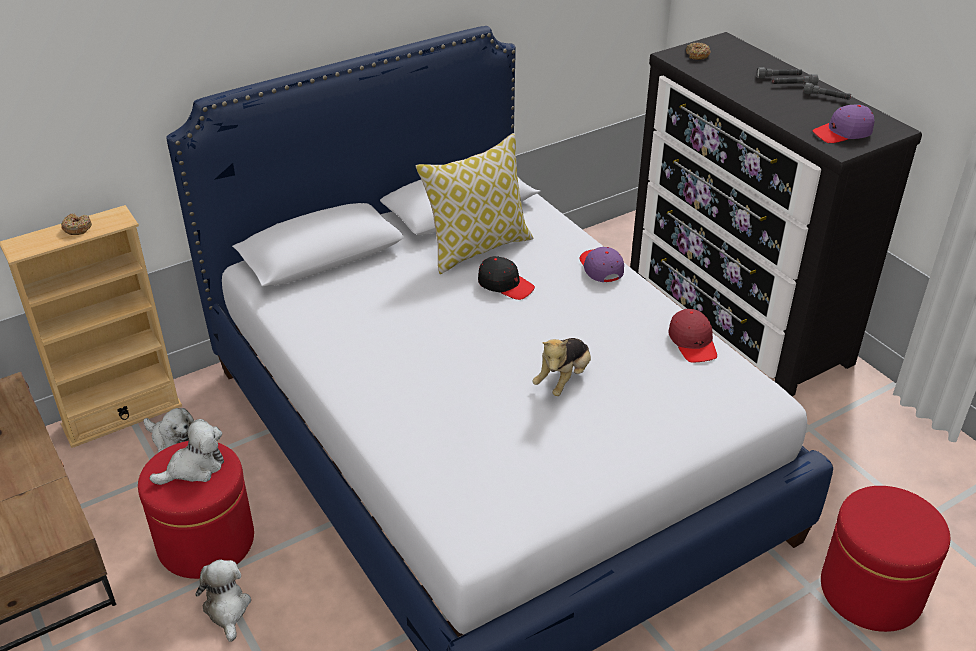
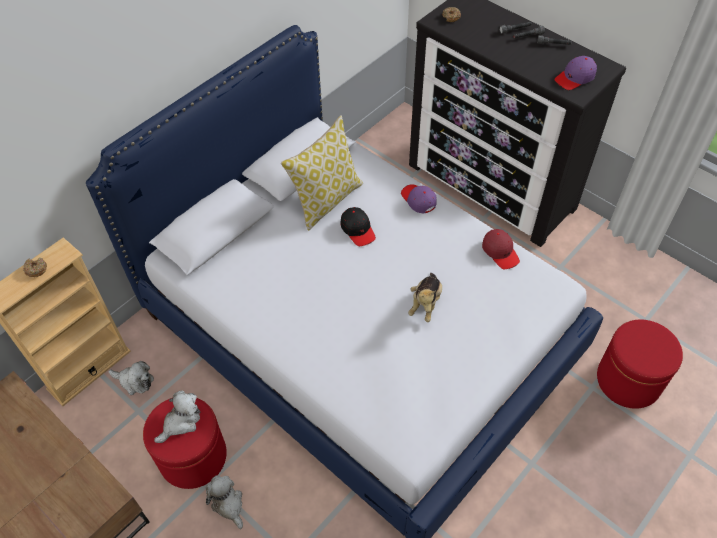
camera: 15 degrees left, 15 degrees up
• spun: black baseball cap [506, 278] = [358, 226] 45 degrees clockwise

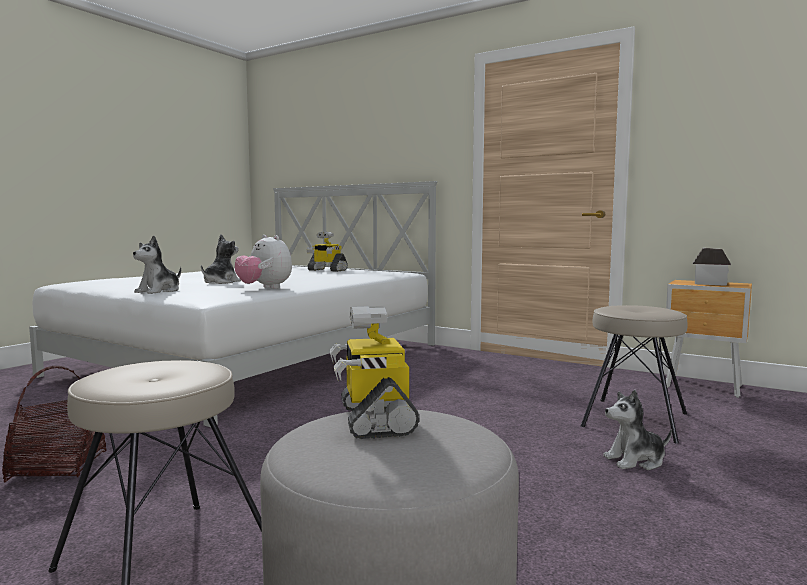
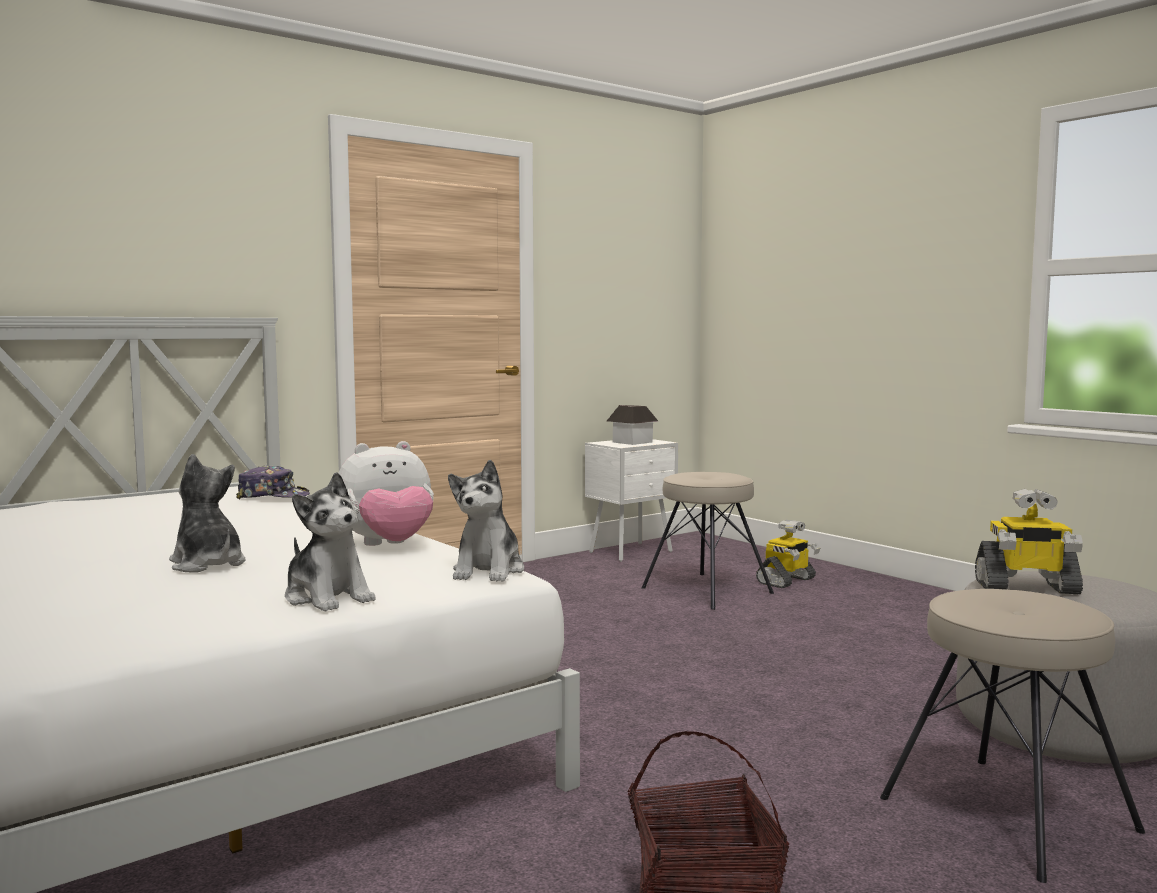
camera: 70 degrees left, 0 degrees up
• appeared: baseball cap [273, 482]
• relocated: soft toy [637, 430] to [486, 521]
• colour: brown nightstand [709, 339] to white nightstand [631, 500]
• relocated: model robot [327, 252] to [788, 554]

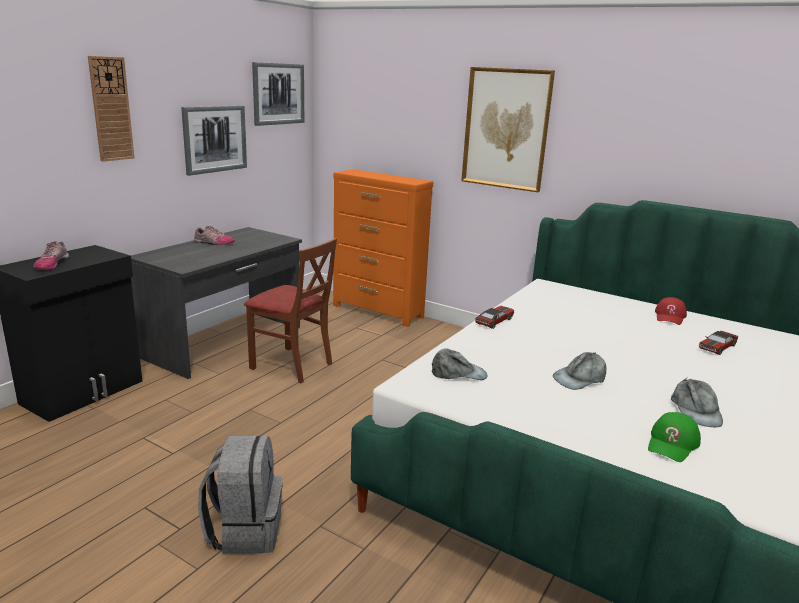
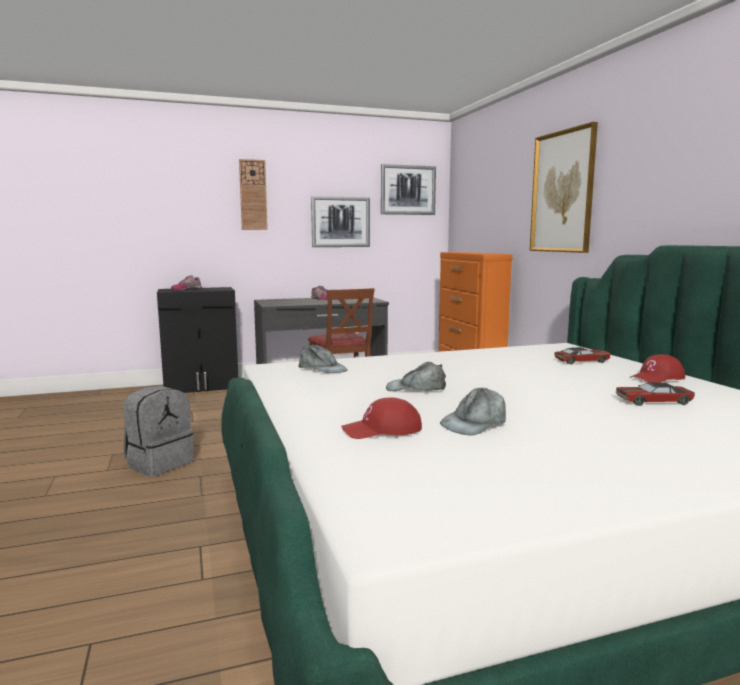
camera: 40 degrees right, 10 degrees down
• colour: green baseball cap [674, 437] to red baseball cap [381, 418]
• relocated: miniature car [494, 317] to [582, 356]

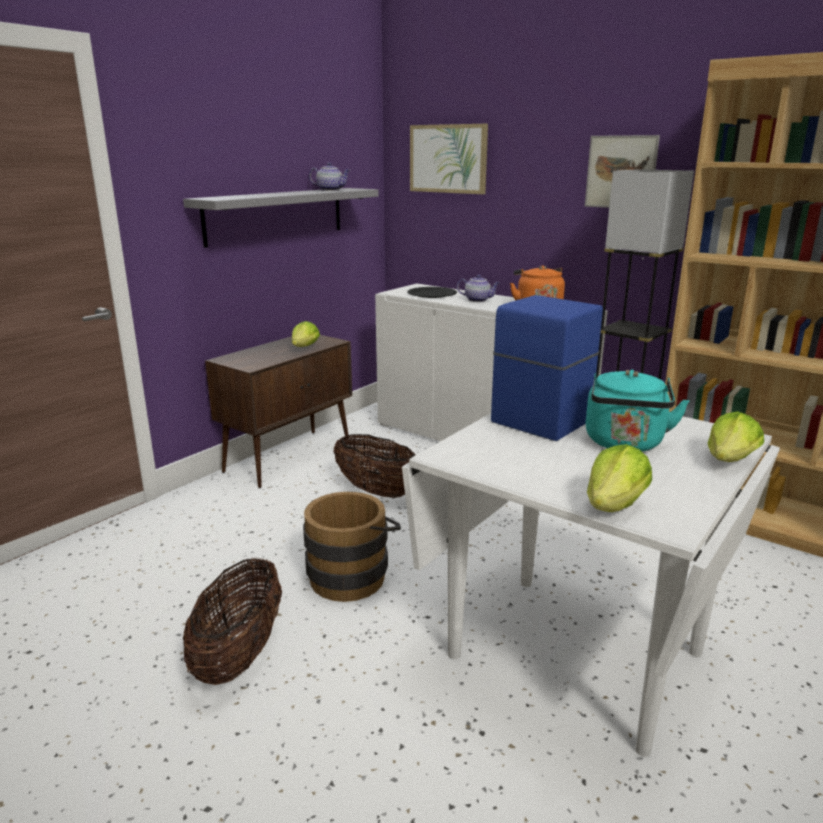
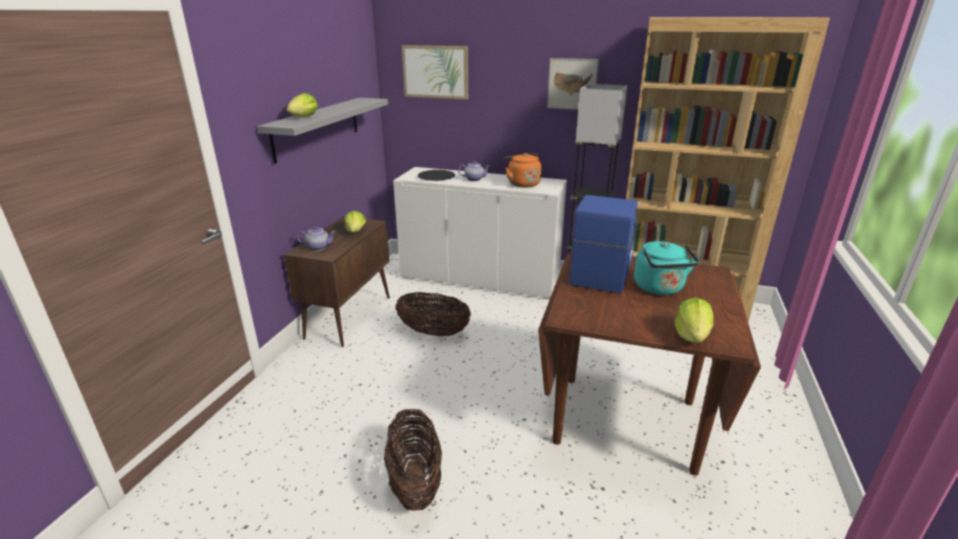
camera: 20 degrees left, 5 degrees up
• relocated: head of lettuce [736, 437] to [302, 105]
• relocated: pot for tea [329, 176] to [316, 238]
• colour: white kitchen table [591, 585] to brown kitchen table [649, 364]
• missing: brown water bucket [352, 547]

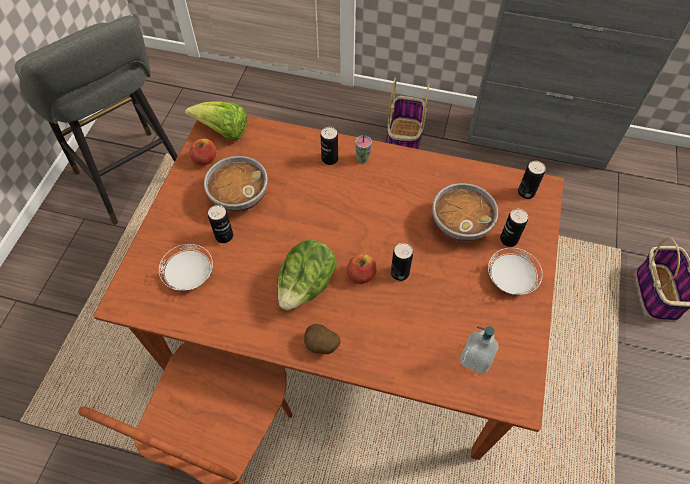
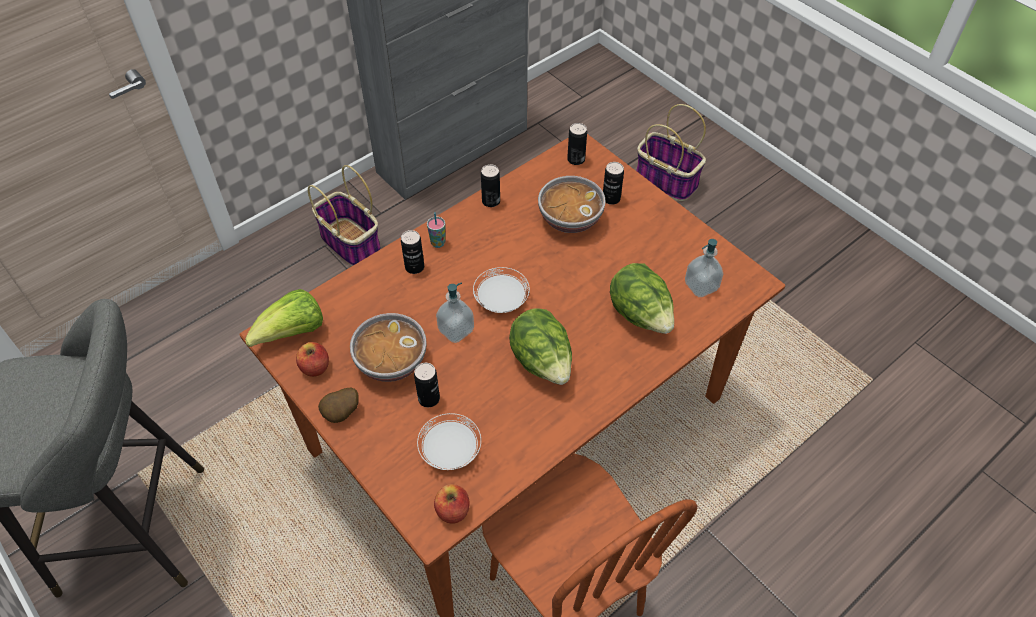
camera: 55 degrees left, 5 degrees down
• relocated: potato [322, 339] to [338, 405]
• relocated: apple fruit [362, 269] to [452, 504]
• appeared: soap dispenser [455, 313]
• relocated: white dinner plate [515, 271] to [501, 290]
• relocated: metal can [402, 262] to [490, 185]
• appeared: head of lettuce [642, 298]

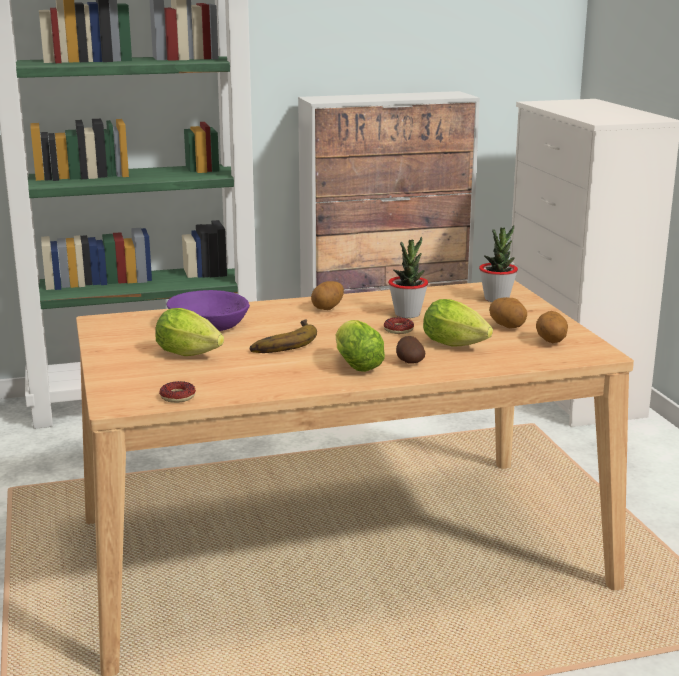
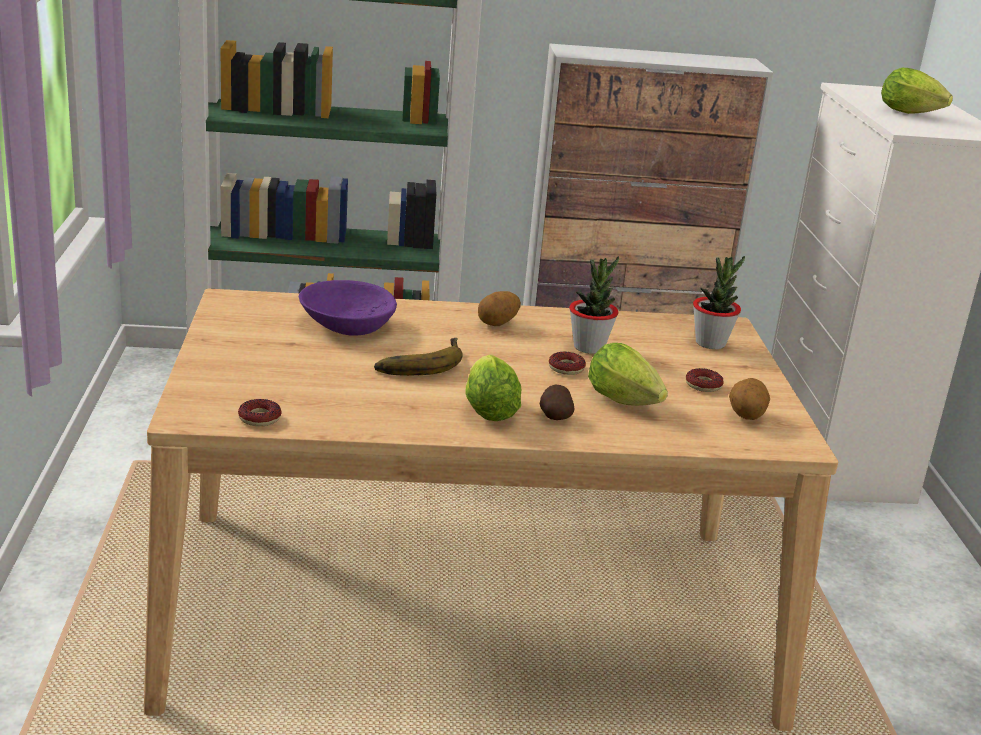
camera: 10 degrees right, 5 degrees up
• exchanged: potato [508, 312] to ring doughnut [705, 380]
• relocated: head of lettuce [190, 332] to [917, 91]

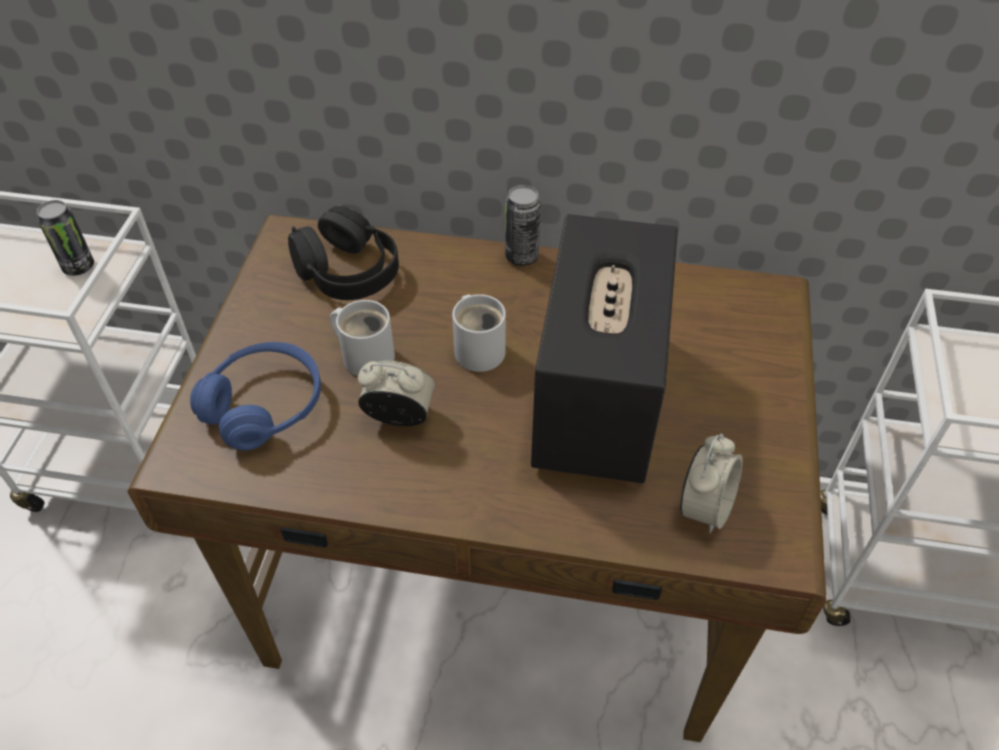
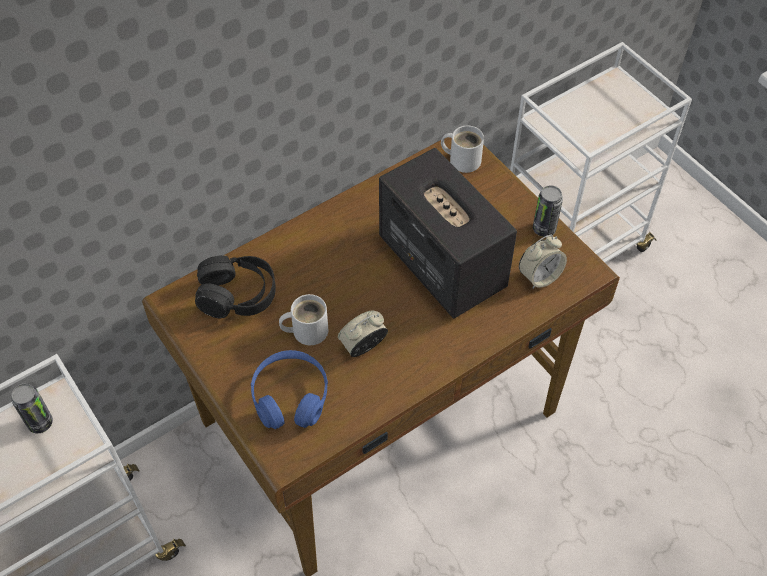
camera: 45 degrees left, 5 degrees up
• relocated: white tea mug [479, 333] to [462, 149]
• spun: table clock [711, 483] = [543, 262] 75 degrees clockwise
• relocated: metal can [523, 225] to [548, 211]

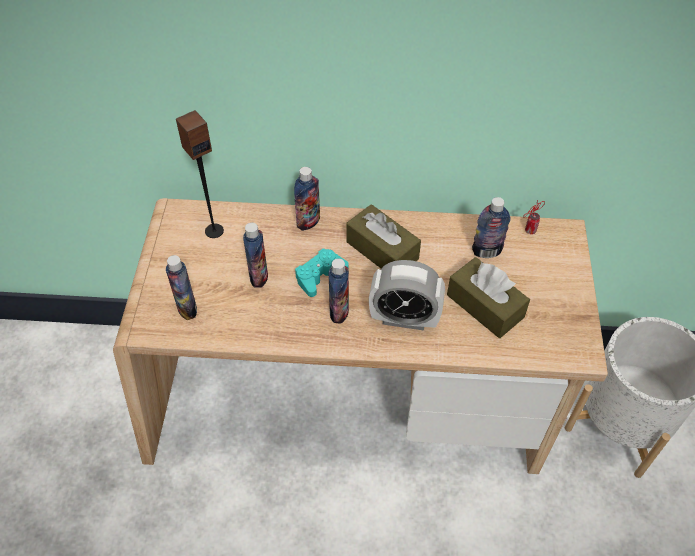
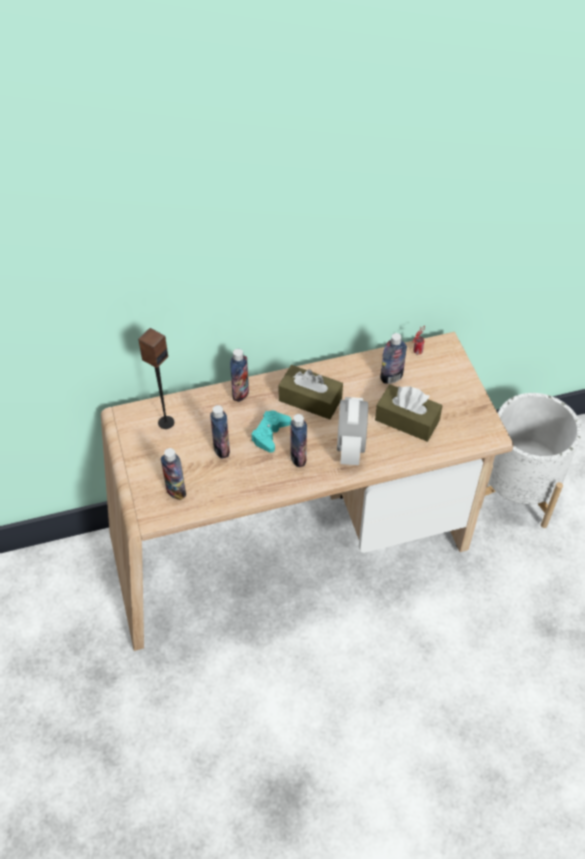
camera: 20 degrees left, 0 degrees up
• spun: table clock [407, 295] = [352, 431] 105 degrees clockwise

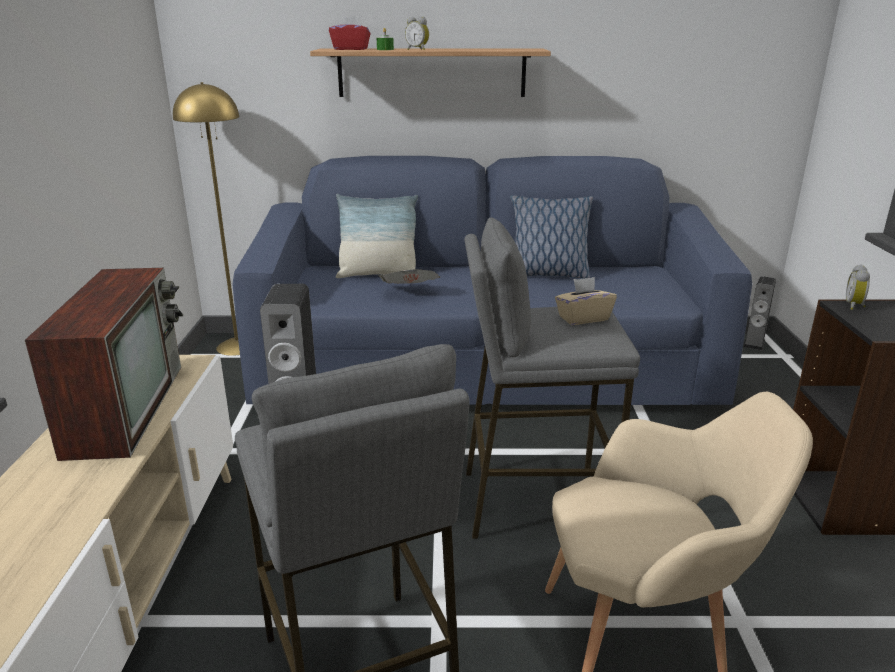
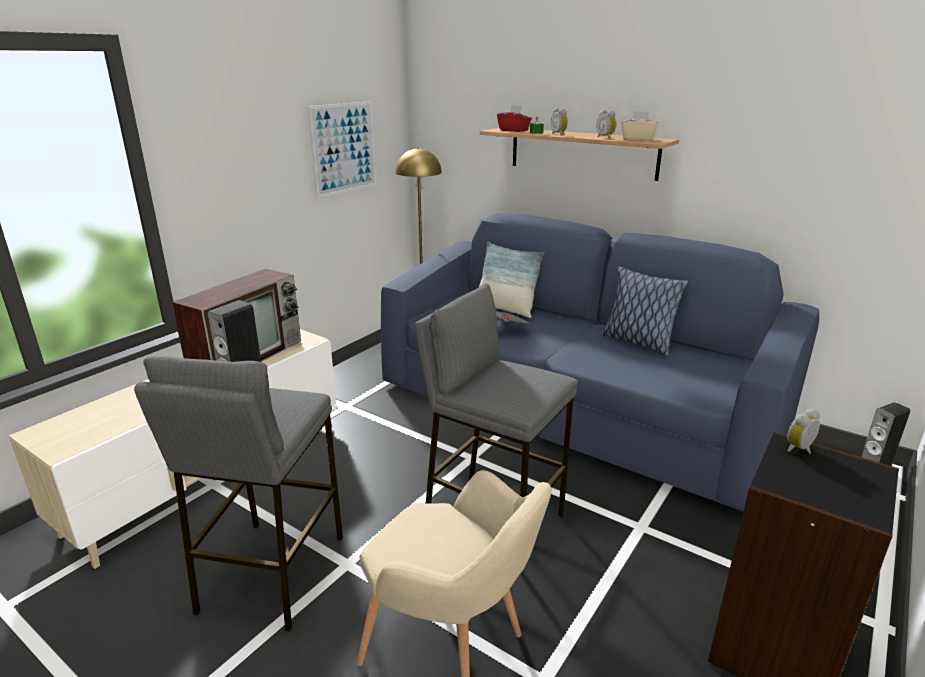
camera: 35 degrees right, 0 degrees up
• appeared: picture [342, 149]
• appeared: table clock [606, 124]
• relocated: beige-coloured box of tissues [586, 301] to [640, 126]

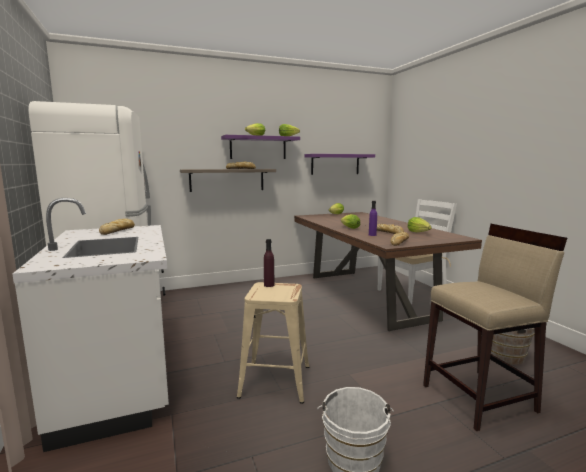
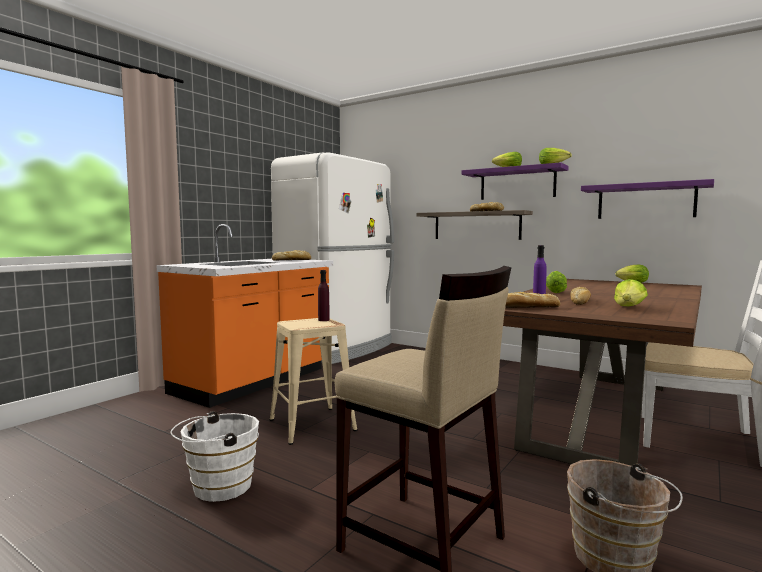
camera: 55 degrees right, 5 degrees down
• colour: white counter [90, 325] to orange-coloured counter [244, 316]

